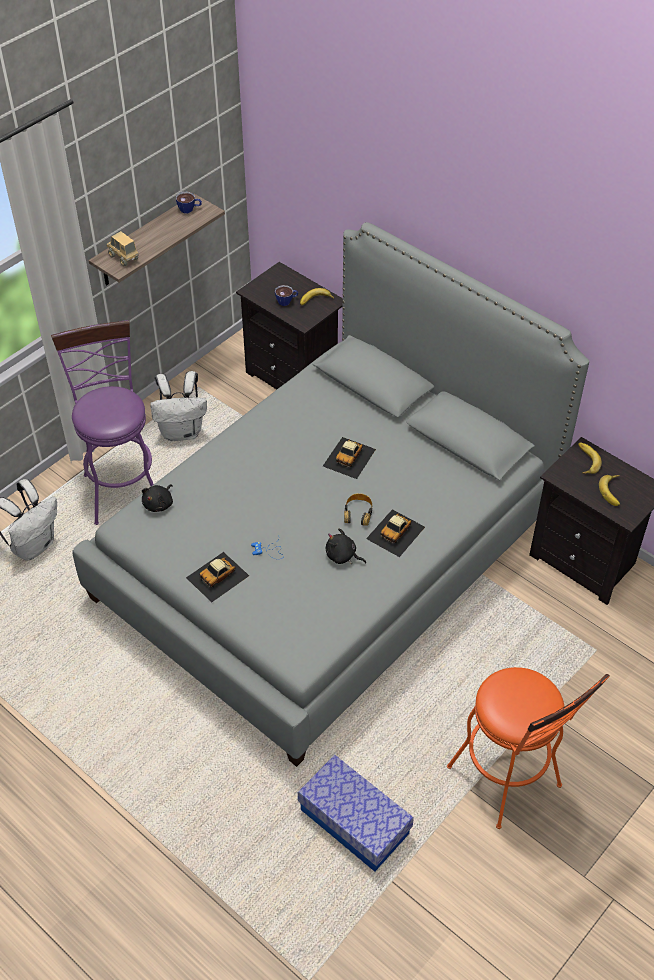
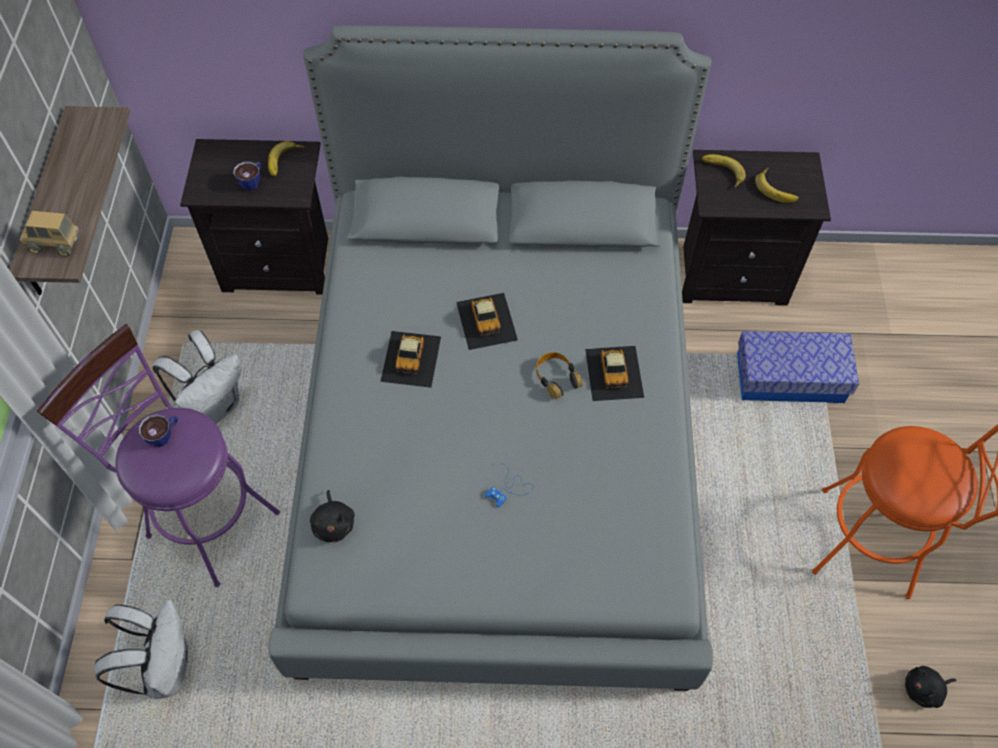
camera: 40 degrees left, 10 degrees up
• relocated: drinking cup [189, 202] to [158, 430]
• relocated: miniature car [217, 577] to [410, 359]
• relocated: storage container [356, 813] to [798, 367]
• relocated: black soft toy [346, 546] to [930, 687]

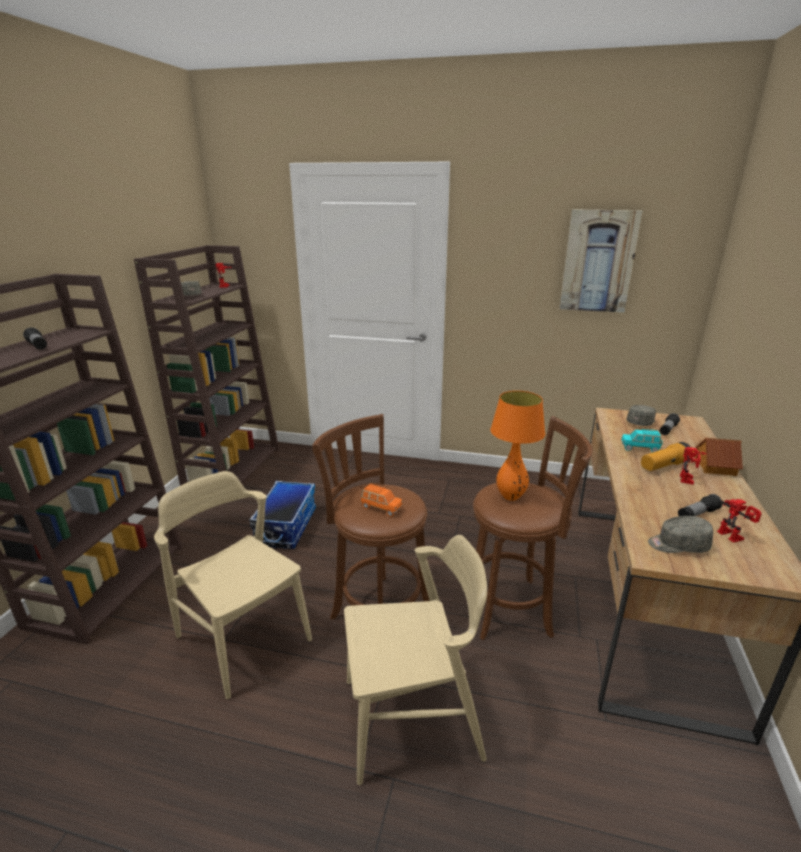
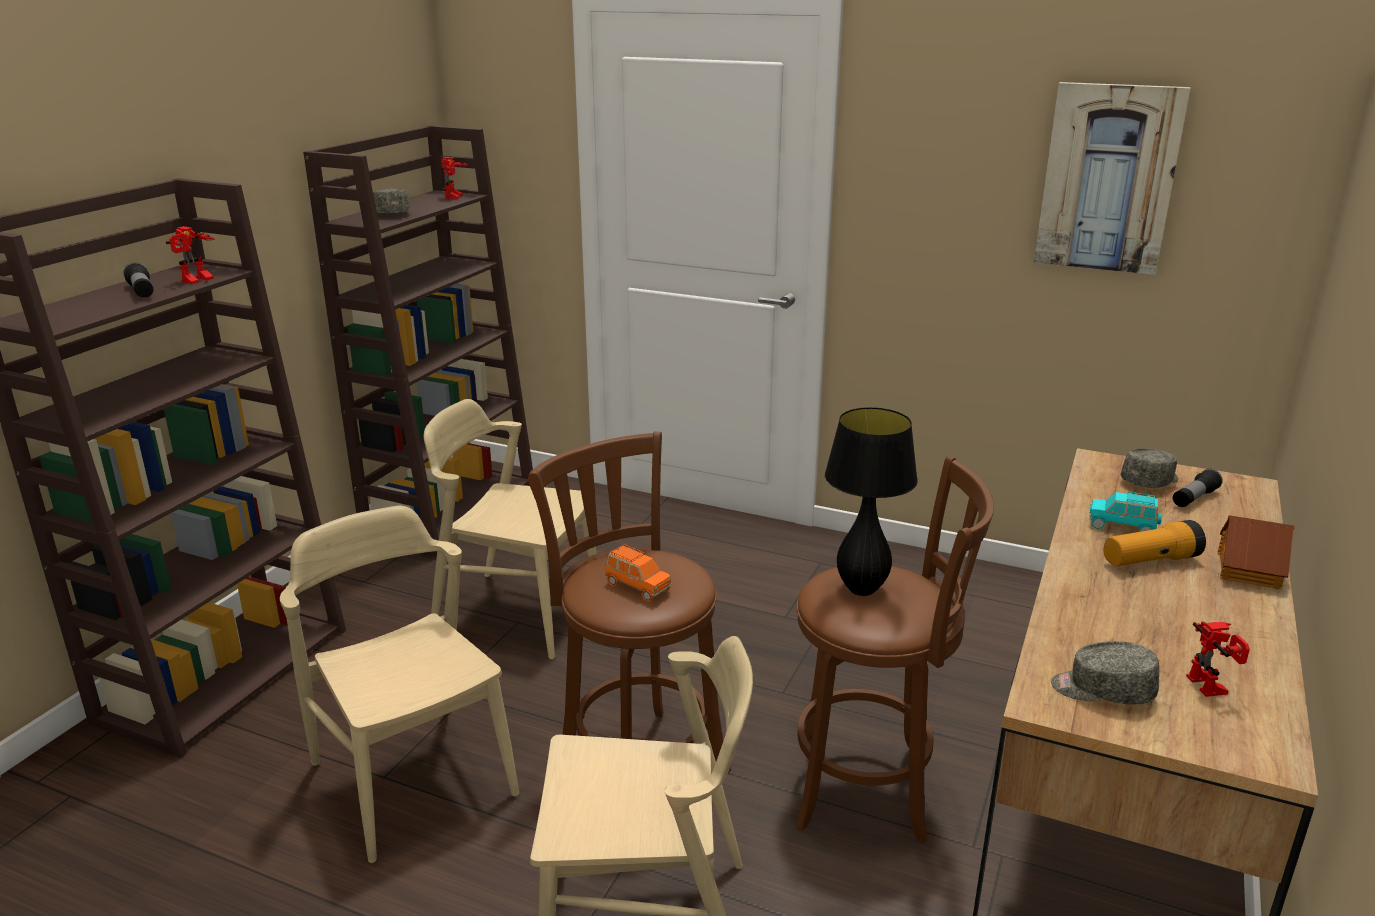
camera: 10 degrees right, 0 degrees up
• relocated: model robot [693, 466] to [190, 255]
• exchanged: storage container [283, 515] to beige-coloured upright chair [510, 529]
• colour: orange-coloured table lamp [517, 446] to black table lamp [871, 501]
• missing: hand torch [700, 505]

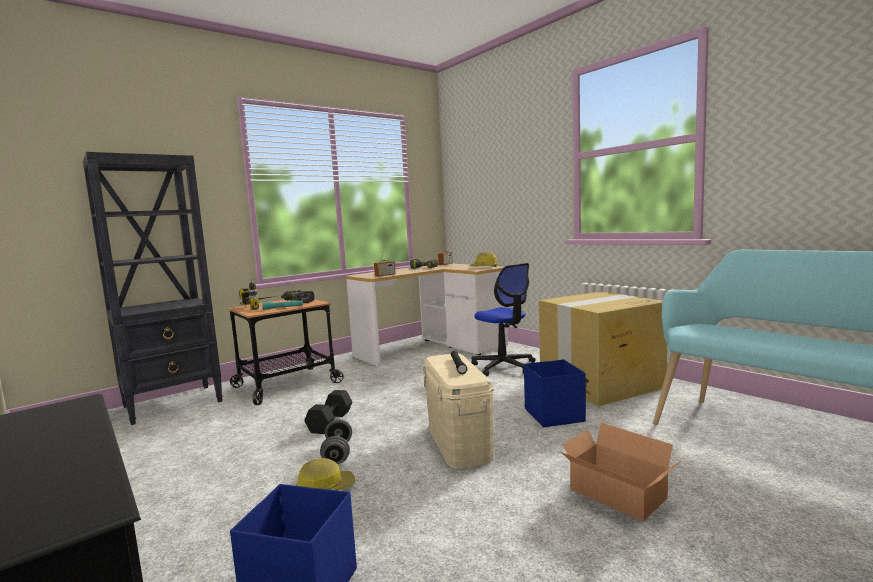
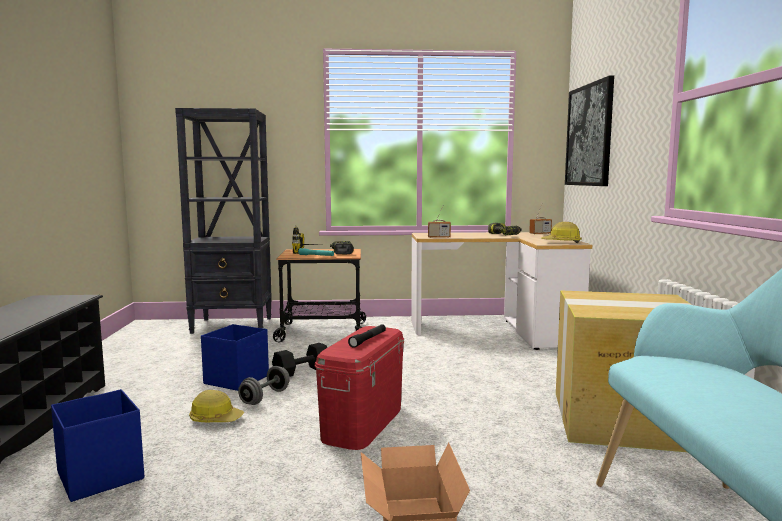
camera: 35 degrees right, 0 degrees up
• relocated: blue storage container [555, 393] to [235, 357]
• colour: beige-coloured storage container [458, 411] to red storage container [359, 388]
• appeared: picture [589, 130]
• missing: office chair [503, 319]

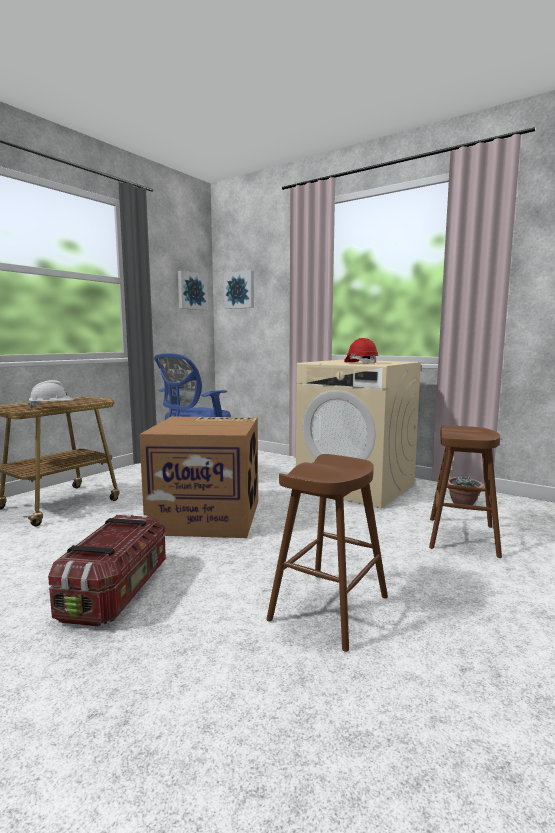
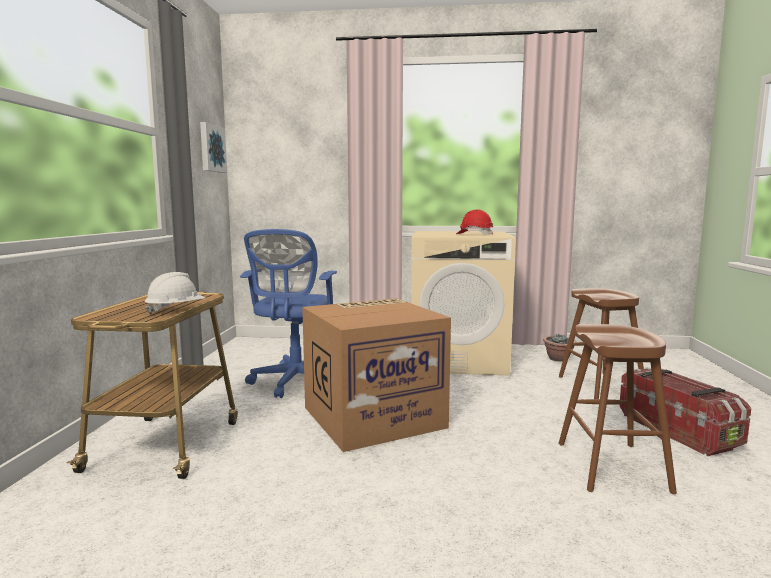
camera: 30 degrees left, 0 degrees up
• relocated: storage container [107, 570] to [685, 411]
• missing: picture [239, 289]

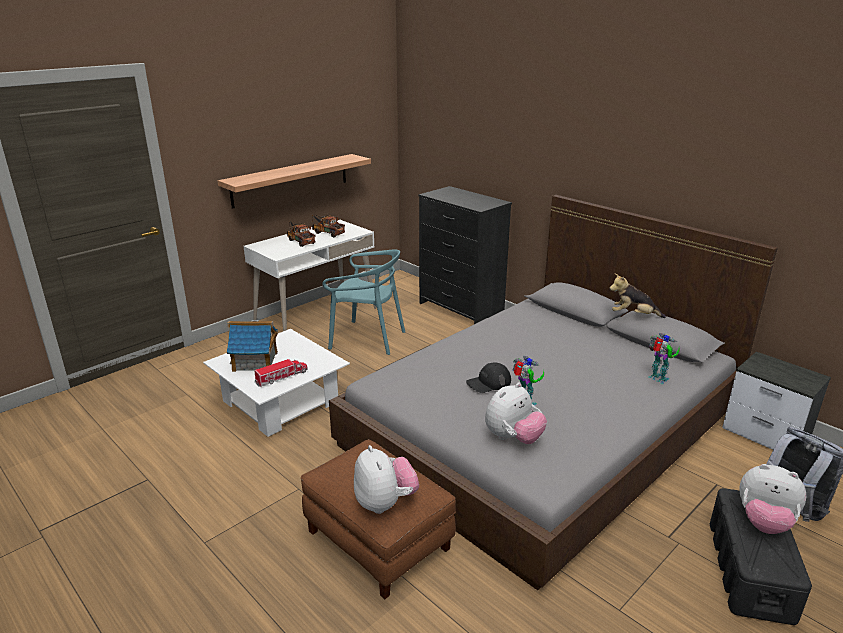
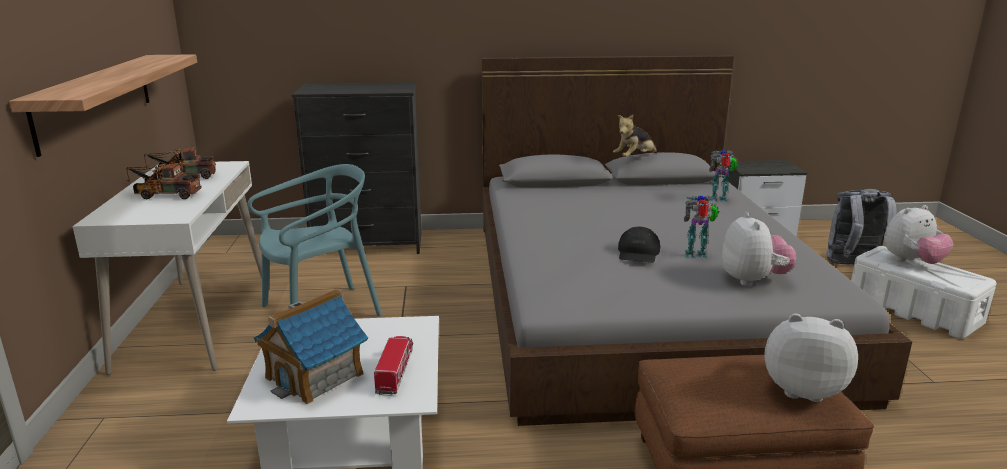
camera: 50 degrees left, 5 degrees down
• colour: black storage container [761, 556] to white storage container [924, 292]

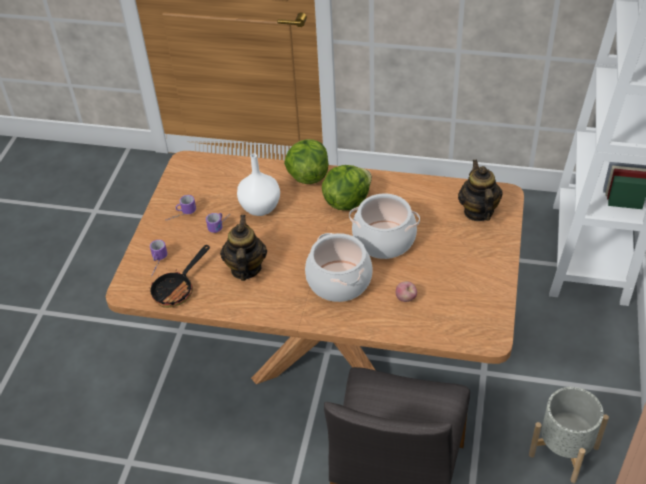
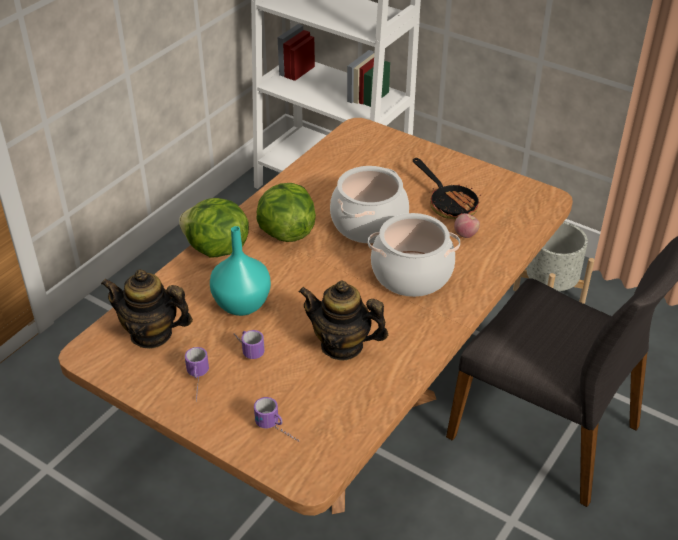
camera: 70 degrees left, 5 degrees down
• relocated: pot for tea [480, 190] to [147, 309]
• colour: white decorative vase [258, 184] to turquoise-coloured decorative vase [240, 271]
• relocated: skillet [179, 276] to [447, 188]

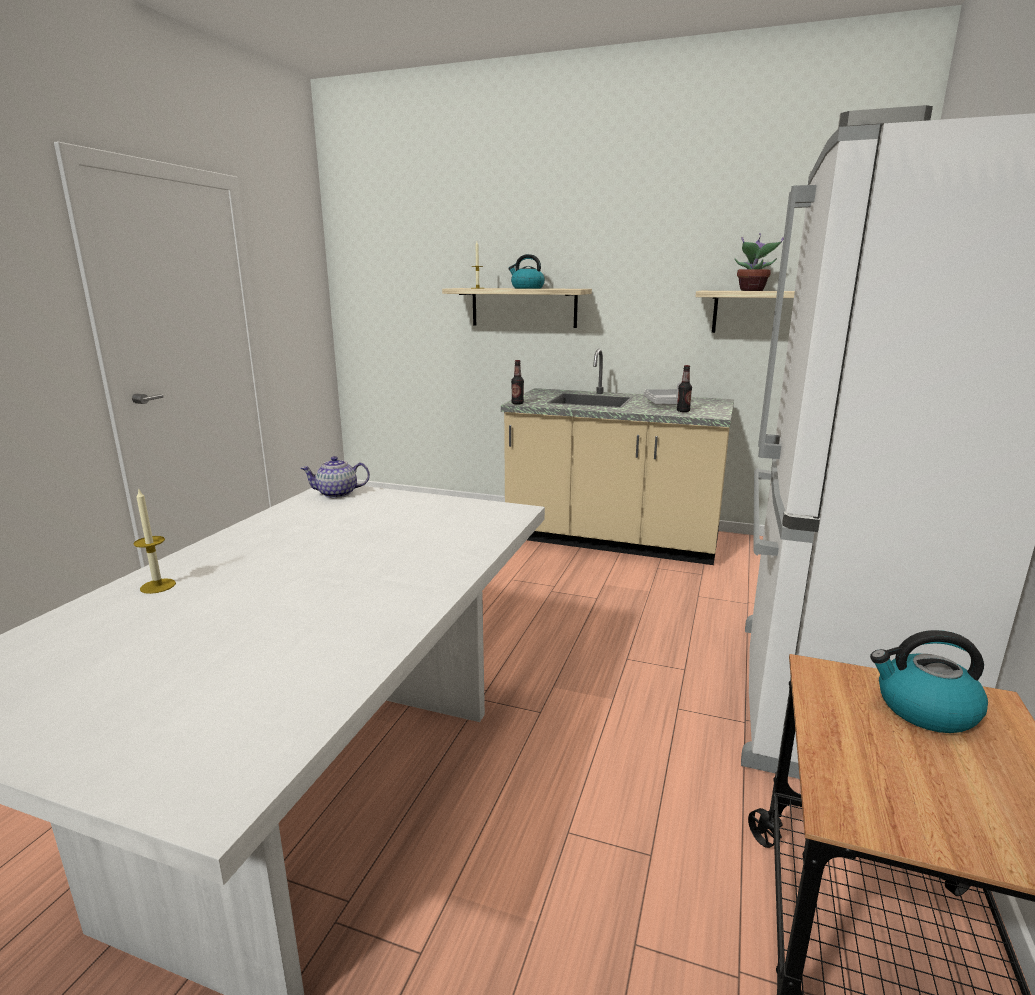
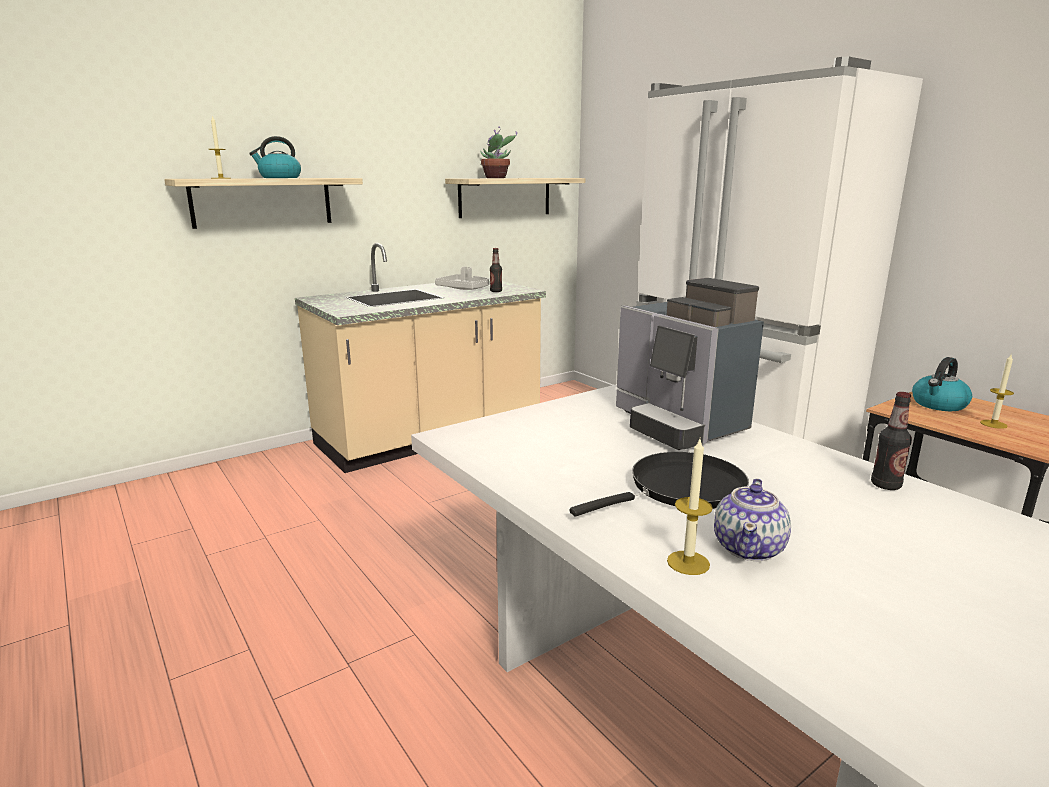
camera: 55 degrees left, 0 degrees up
• appeared: black skillet [659, 484]
• appeared: coffee brewer [690, 364]
• relocated: pot for tea [335, 477] to [752, 519]
• relocated: bottle [517, 382] to [891, 441]
• appeared: candle [997, 391]

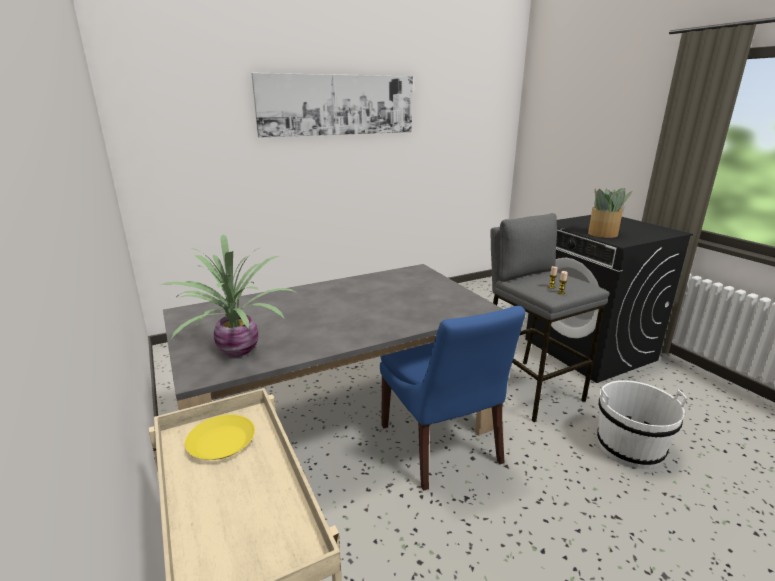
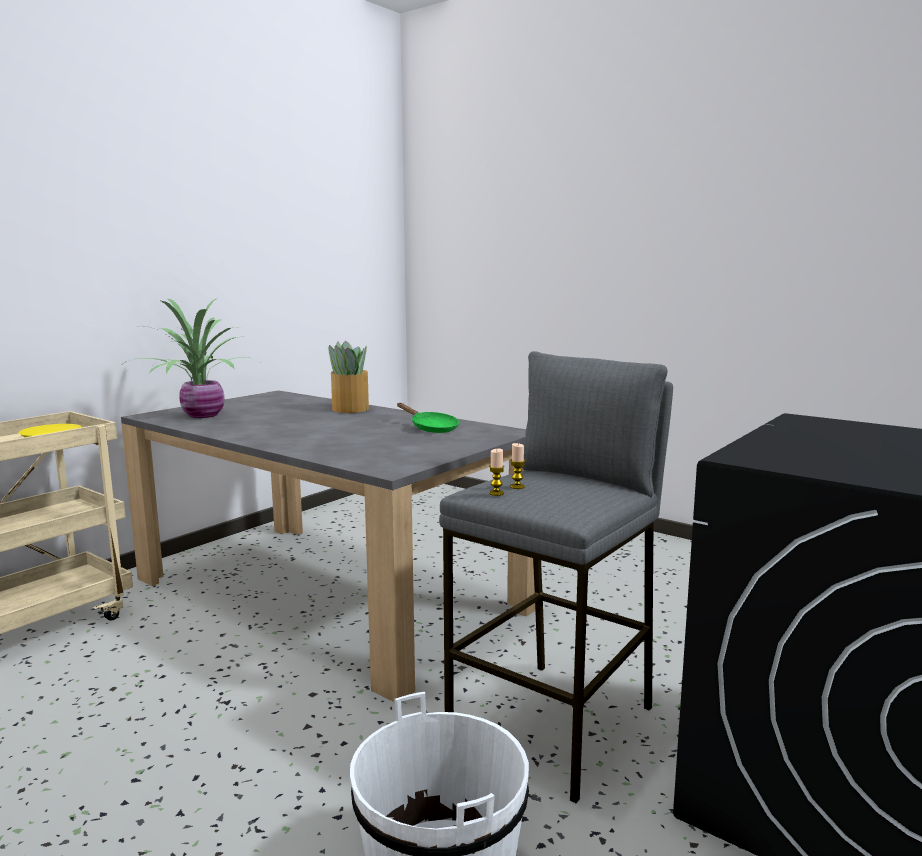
camera: 65 degrees right, 10 degrees down
• relocated: plant in a pot [610, 213] to [348, 377]
• appeared: green skillet [428, 418]
• missing: picture [332, 105]
• missing: blue upright chair [452, 398]

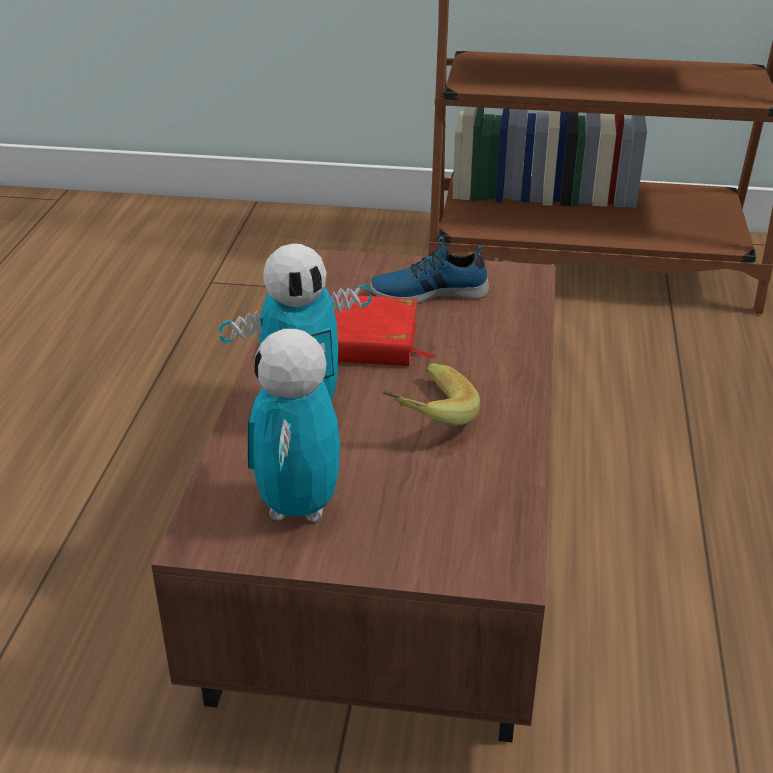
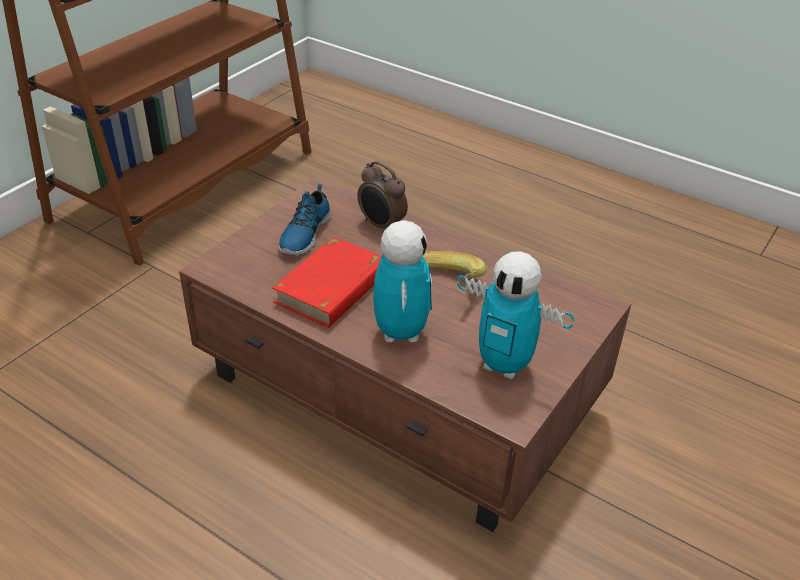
camera: 65 degrees left, 5 degrees up
• appeared: table clock [383, 195]

